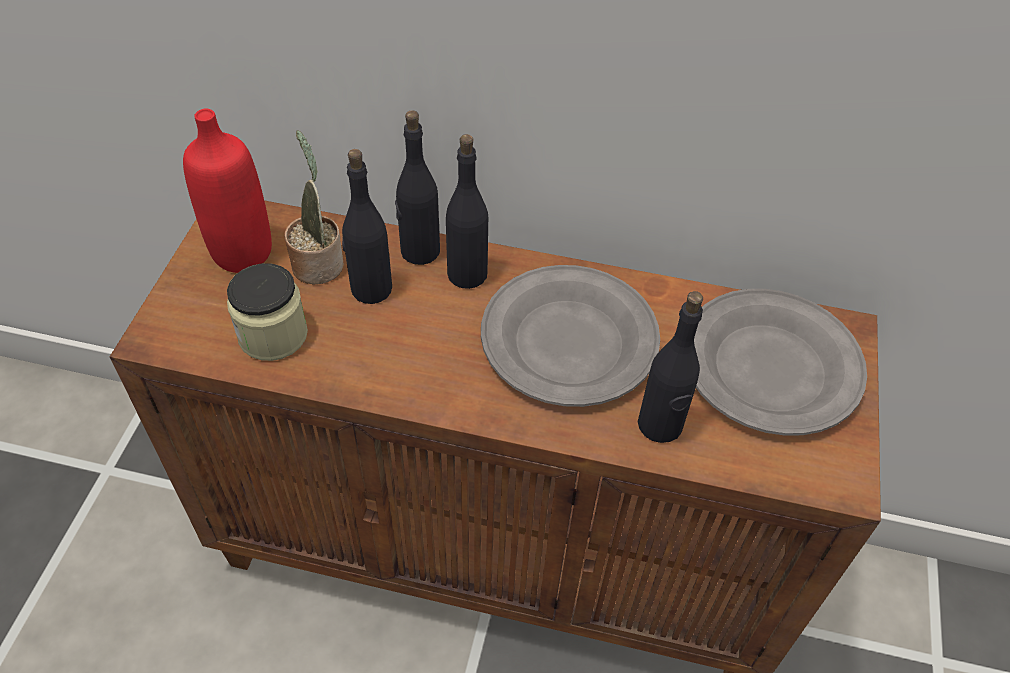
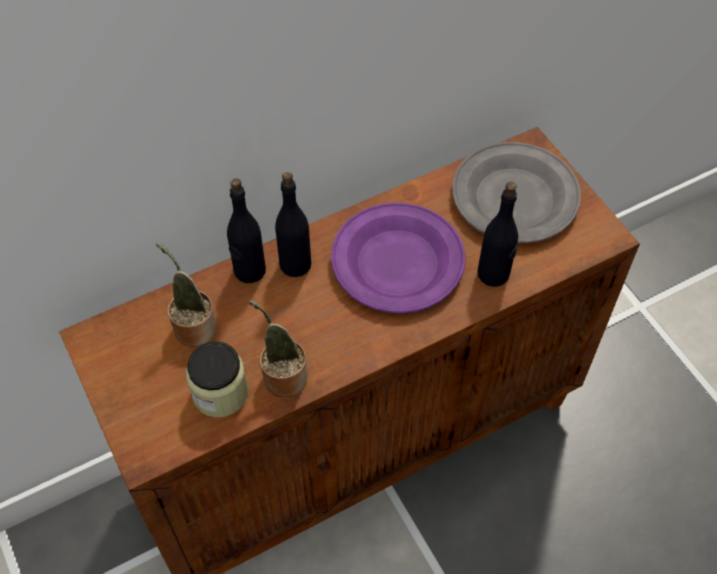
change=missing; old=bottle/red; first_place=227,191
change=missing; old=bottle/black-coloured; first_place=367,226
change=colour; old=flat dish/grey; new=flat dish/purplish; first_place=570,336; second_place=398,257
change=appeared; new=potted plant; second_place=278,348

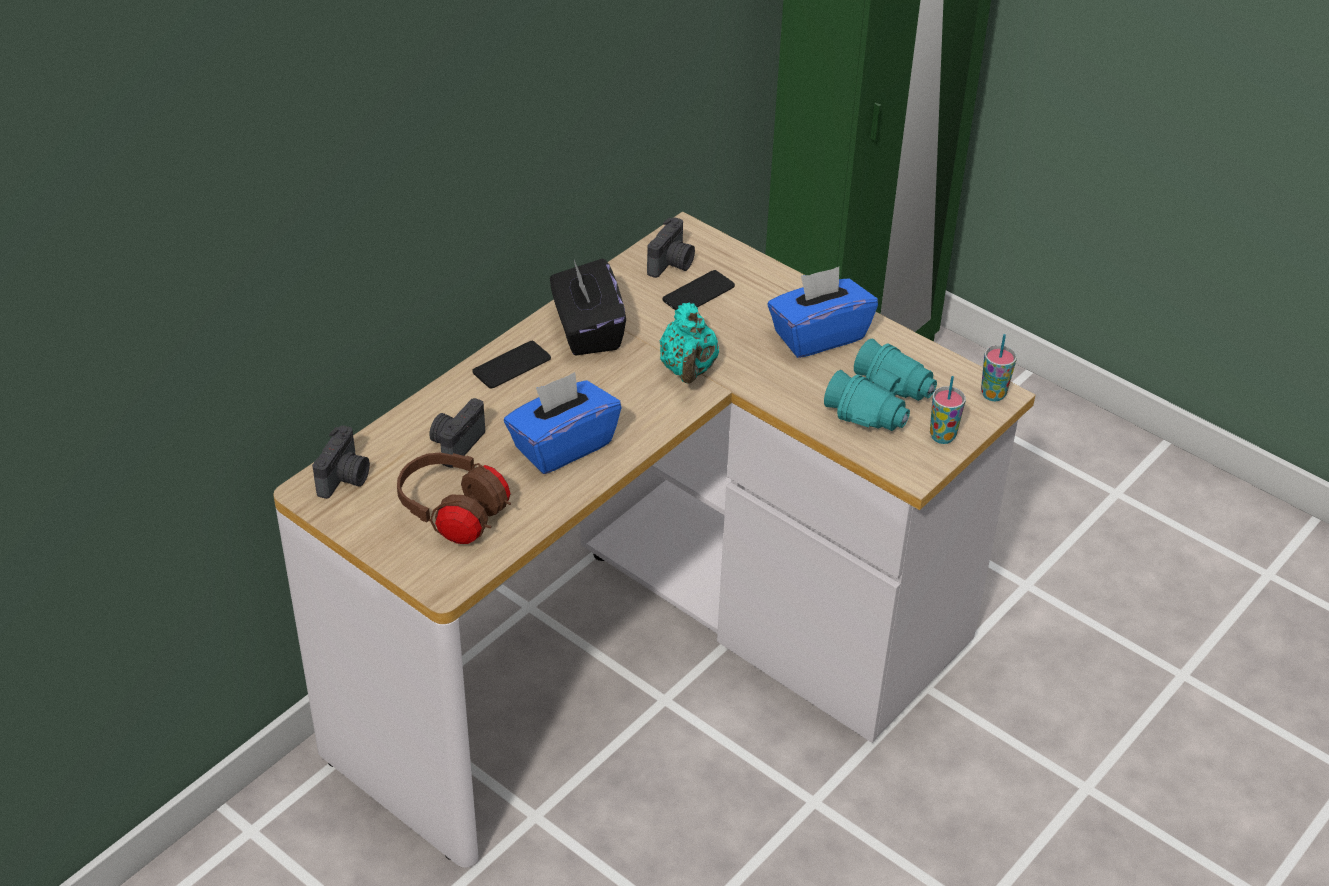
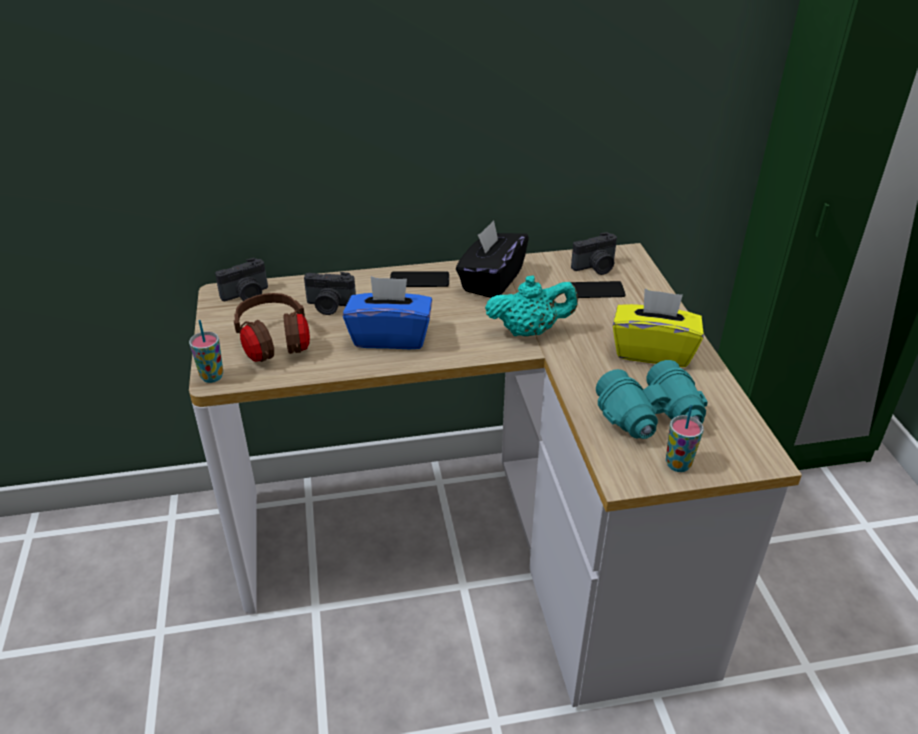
change=spun; old=still camera; first_place=457,433; second_place=330,293; degrees=-150
change=spun; old=tea pot/turquoise; first_place=689,343; second_place=531,306; degrees=-135
change=colour; old=tissue holder/blue-coloured; new=tissue holder/yellowish; first_place=823,312; second_place=658,328
change=relocated; old=drinking cup; first_place=999,367; second_place=206,351

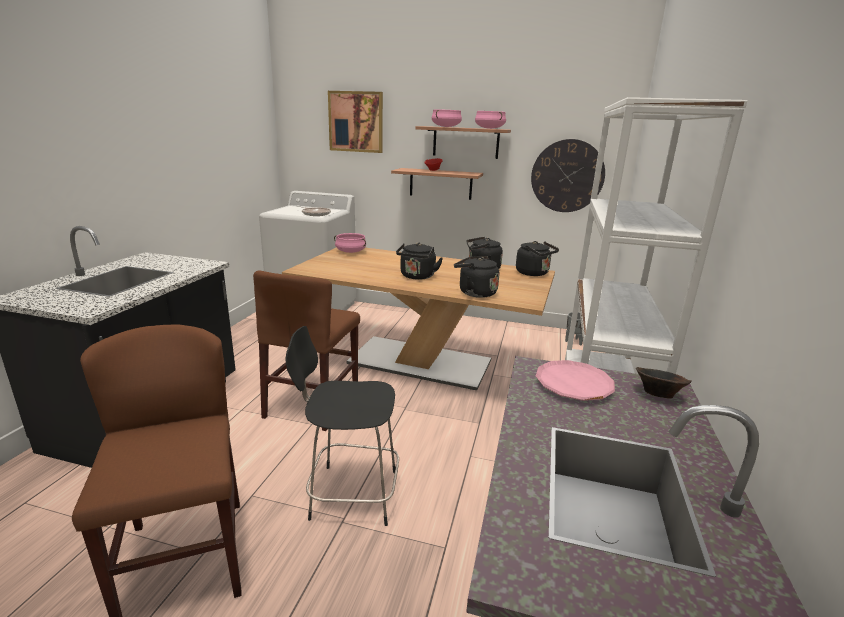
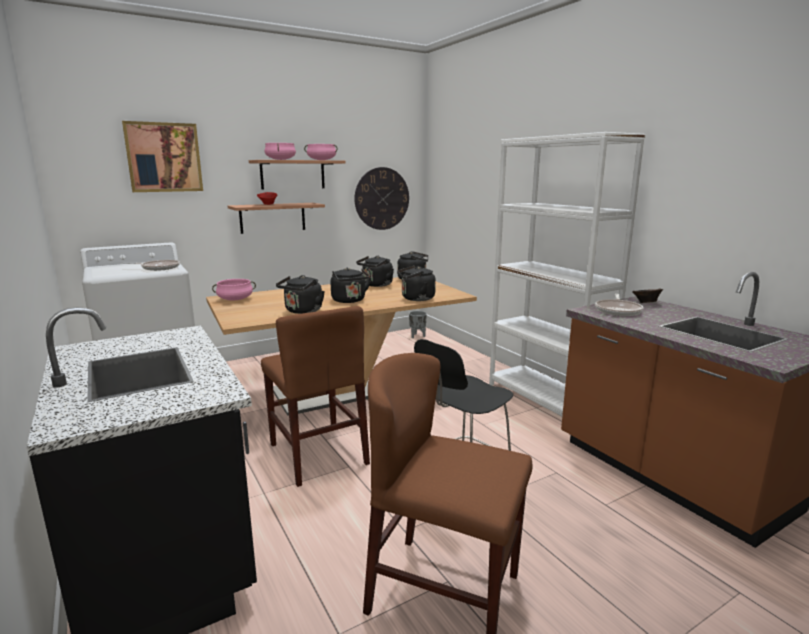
change=exchanged; old=flat dish/pinkish; new=pan; first_place=575,380; second_place=619,305
change=appeared; new=kettle/black-coloured; second_place=300,294

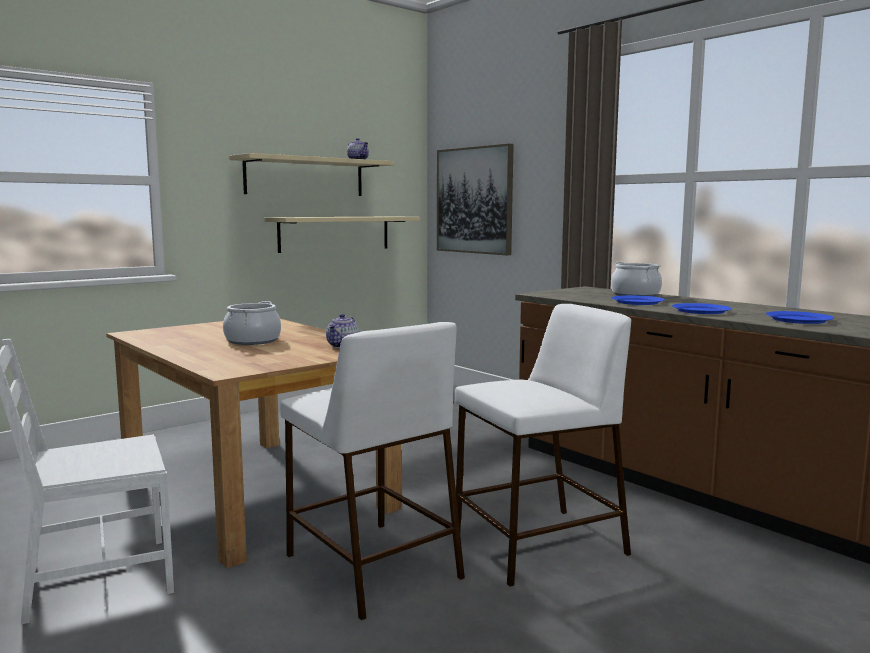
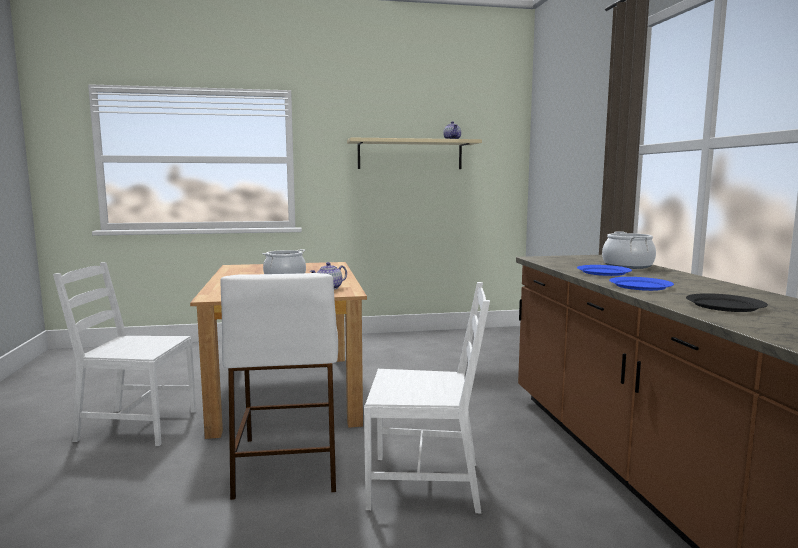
change=missing; old=wall shelf/sand-coloured; first_place=342,234
change=missing; old=wall art; first_place=475,199
change=exchanged; old=stool seat/white-coloured; new=upright chair/white-coloured; first_place=543,445; second_place=427,397
change=colour; old=flat dish/blue-coloured; new=flat dish/black-coloured; first_place=800,317; second_place=727,302

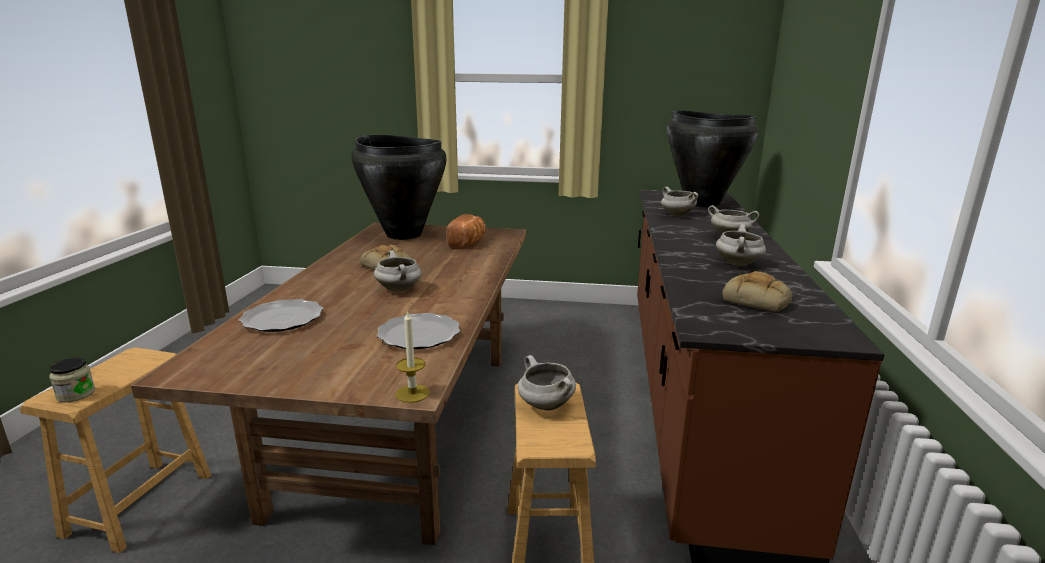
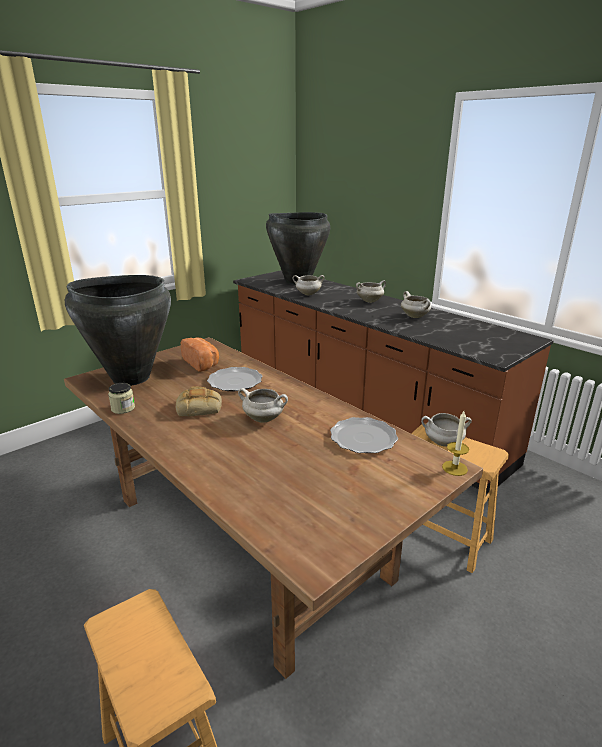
change=relocated; old=storage jar; first_place=72,380; second_place=121,398
change=relocated; old=flat dish; first_place=281,315; second_place=234,379
change=missing; old=baked bread; first_place=757,291

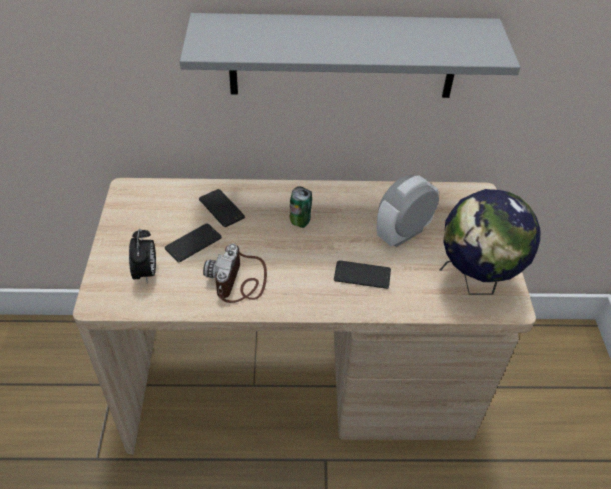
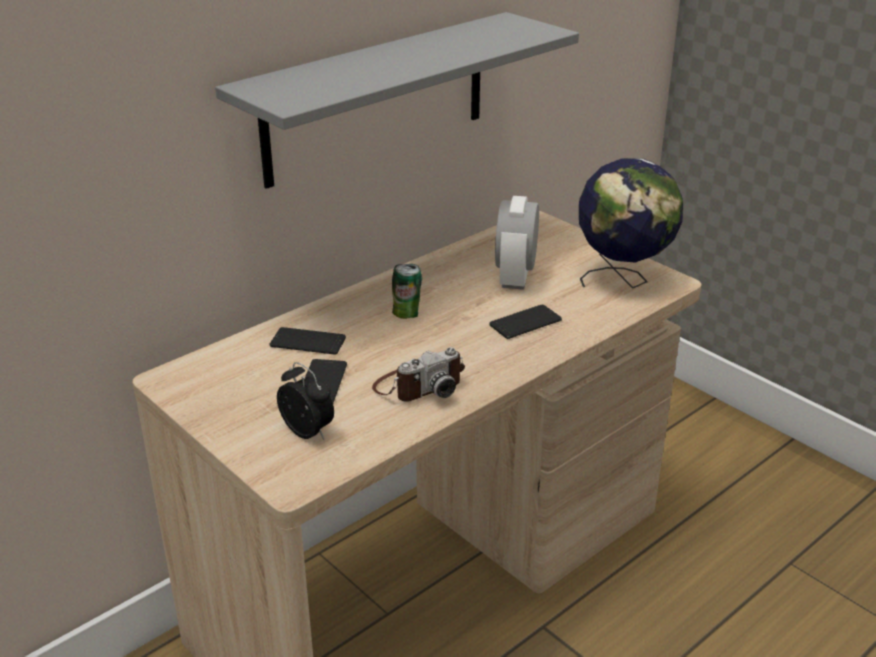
change=spun; old=still camera; first_place=235,273; second_place=418,374; degrees=-90

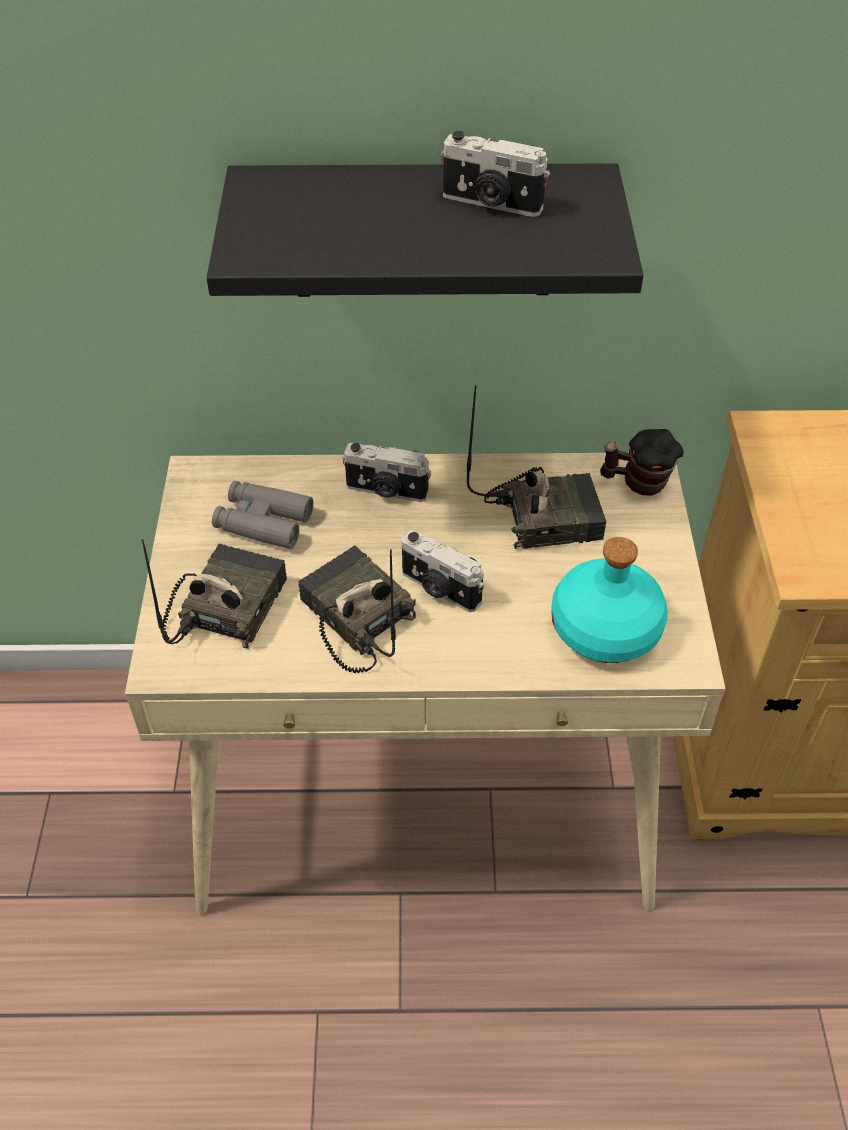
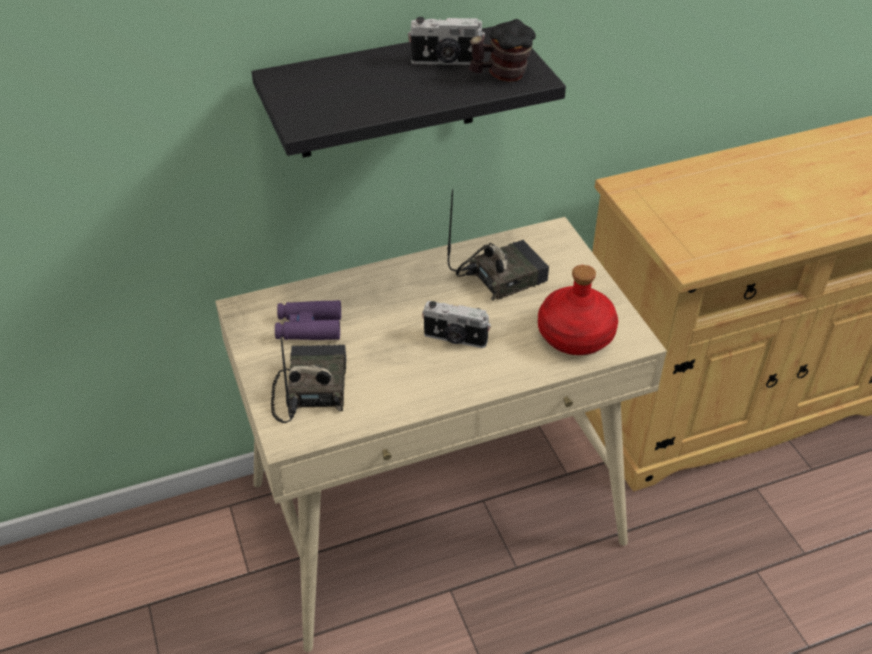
change=colour; old=pair of binoculars/grey; new=pair of binoculars/purplish; first_place=263,515; second_place=308,320
change=missing; old=radio set; first_place=357,609
change=missing; old=still camera; first_place=386,472
change=colour; old=bottle/turquoise; new=bottle/red; first_place=609,600; second_place=578,310
change=relocated; old=coffee mug; first_place=642,462; second_place=502,50

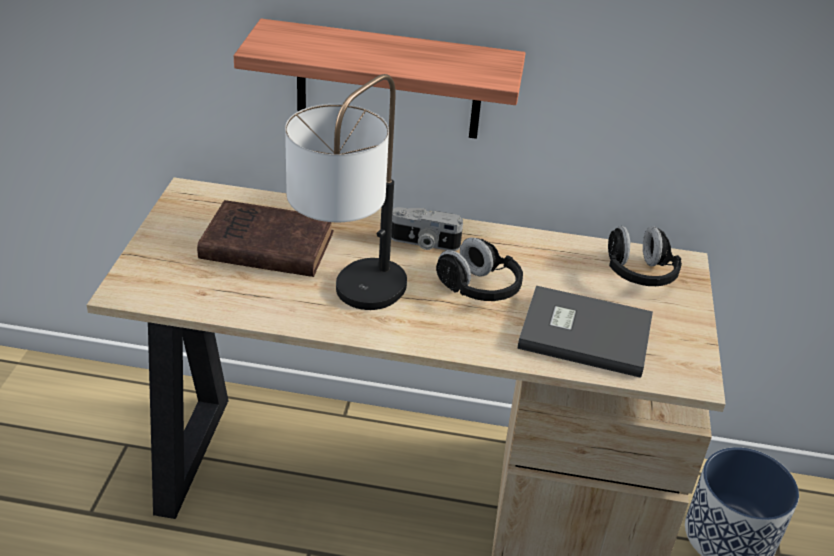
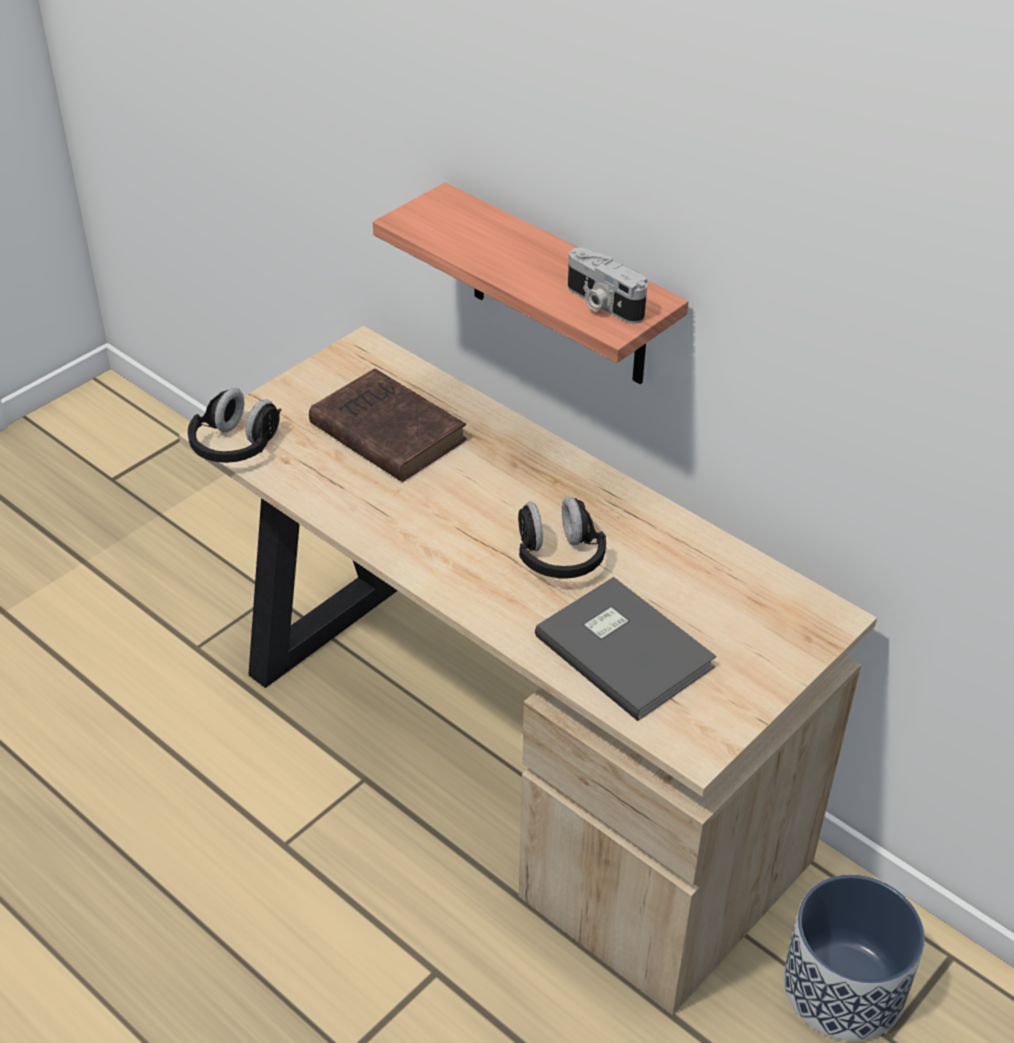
change=missing; old=table lamp; first_place=346,192
change=relocated; old=still camera; first_place=427,229; second_place=607,285
change=relocated; old=headset/black-coloured; first_place=645,256; second_place=234,425

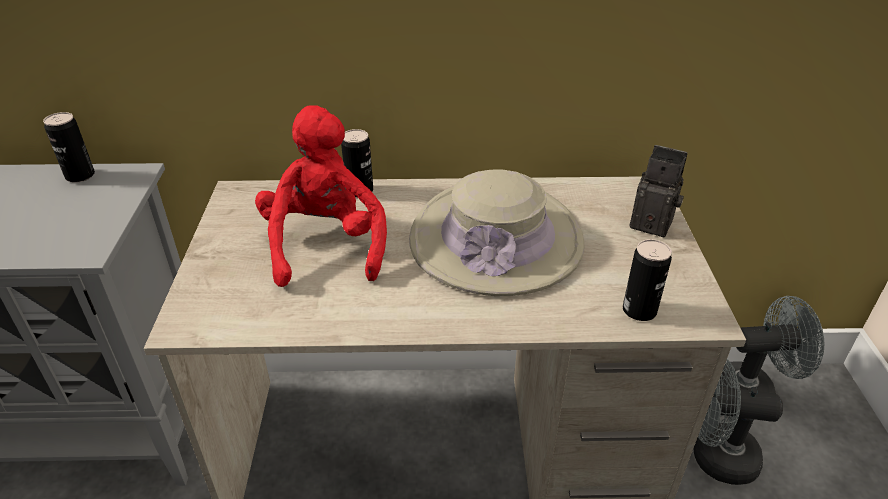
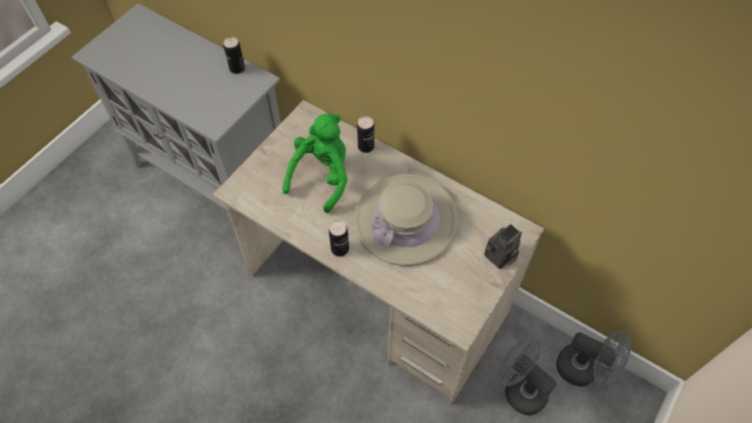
change=colour; old=cuddly toy/red; new=cuddly toy/greenish; first_place=321,196; second_place=315,163
change=relocated; old=can; first_place=647,280; second_place=339,238
change=spun; old=still camera; first_place=659,191; second_place=503,246; degrees=75

